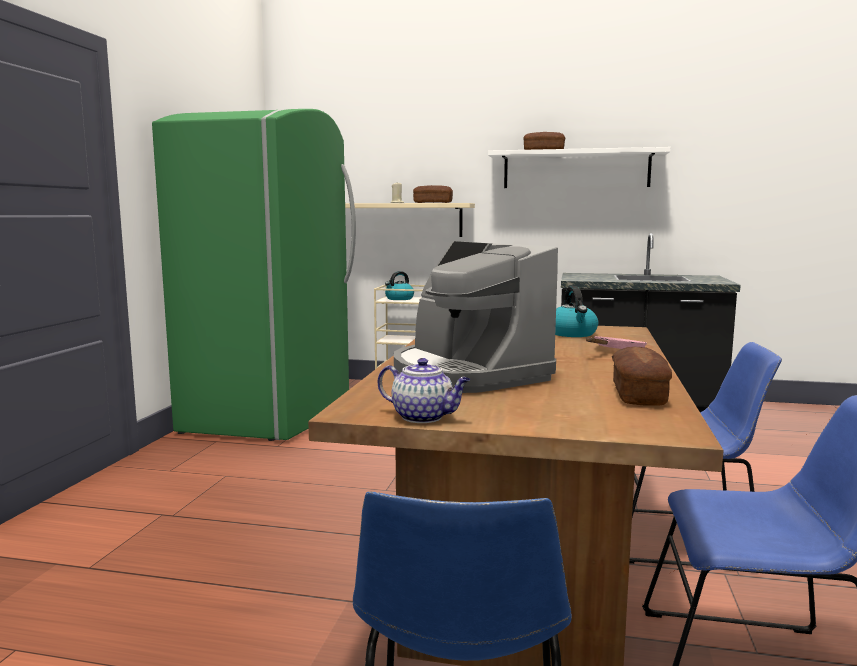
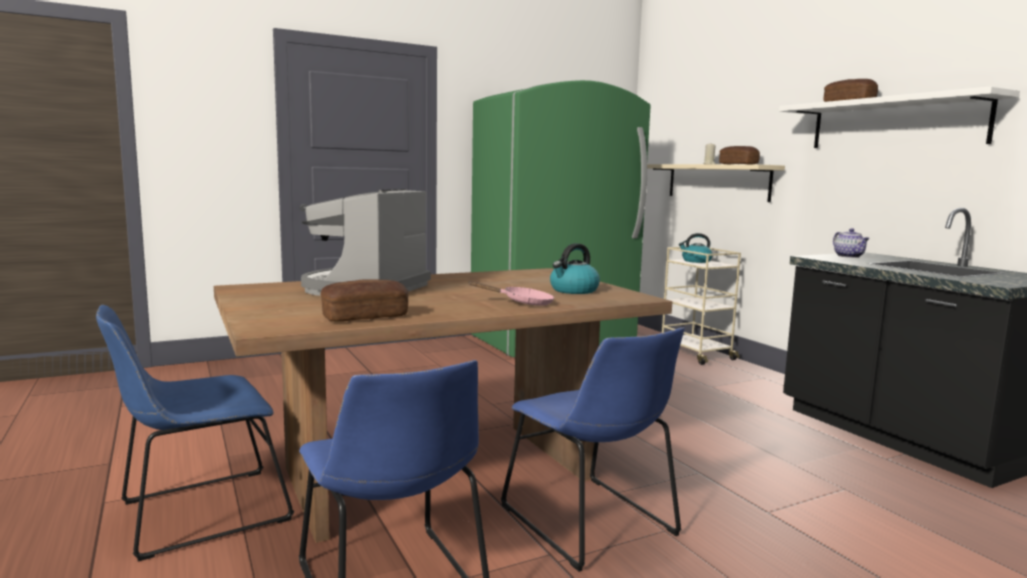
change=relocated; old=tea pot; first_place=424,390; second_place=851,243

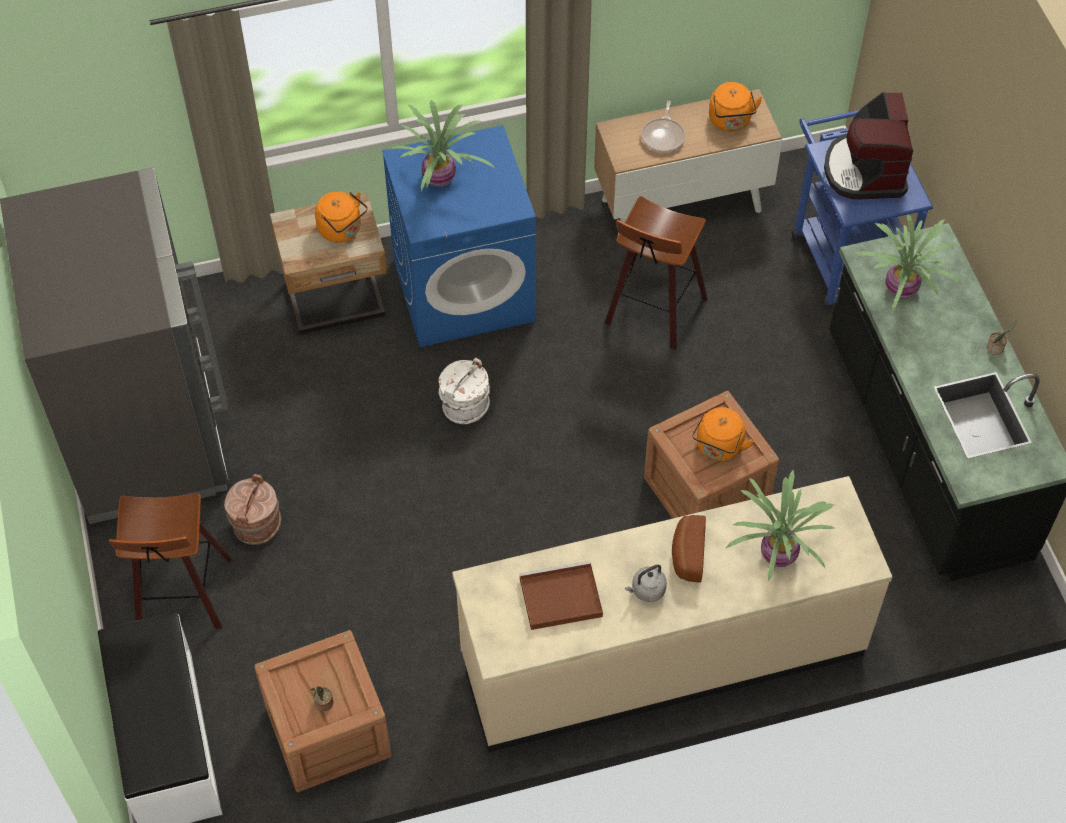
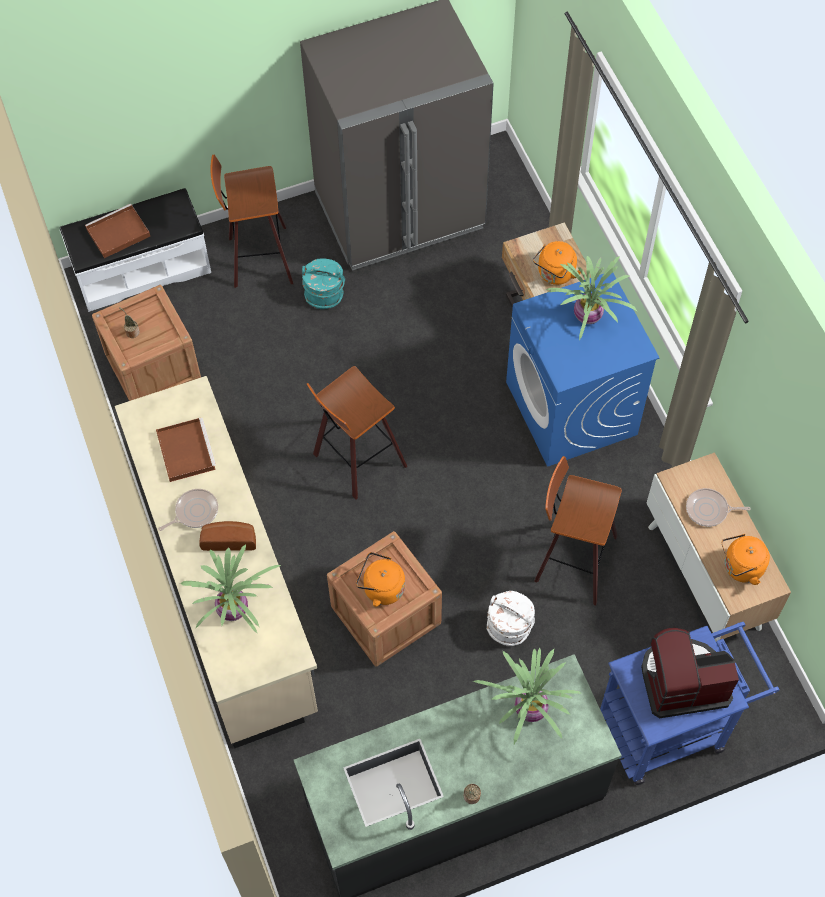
change=colour; old=bucket/brown-coloured; new=bucket/turquoise; first_place=252,509; second_place=323,283
change=relocated; old=bucket/white-coloured; first_place=464,391; second_place=511,618
change=exchanged; old=kettle/grey; new=pan; first_place=646,583; second_place=188,510
change=appeared; new=serving tray/brown-coloured; second_place=117,231
change=appeared; new=stool seat; second_place=357,433

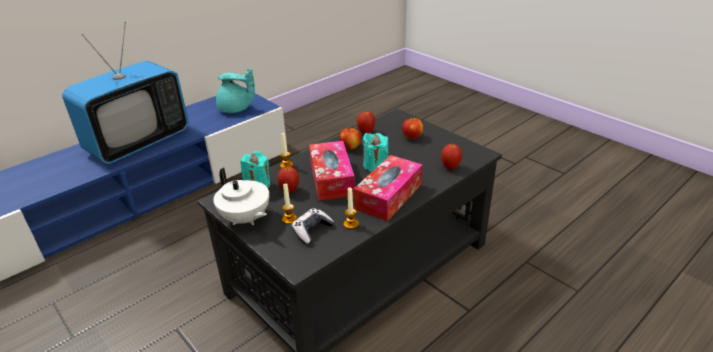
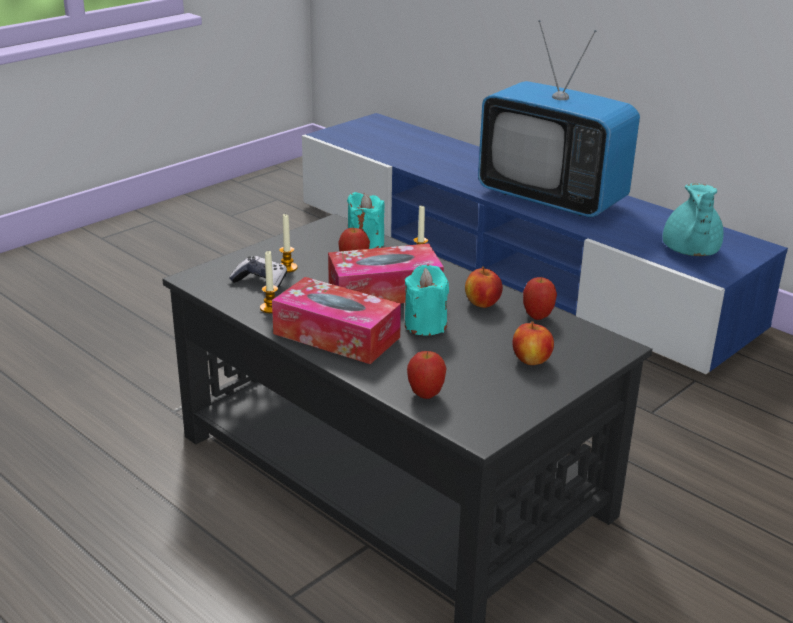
change=missing; old=tea pot/white-coloured; first_place=241,196

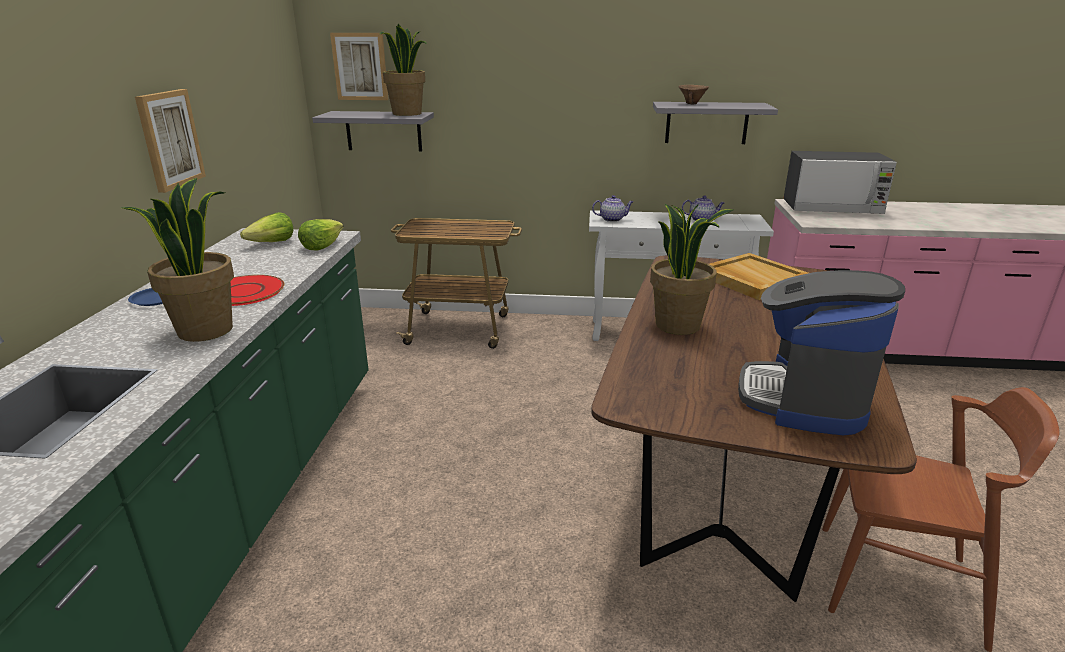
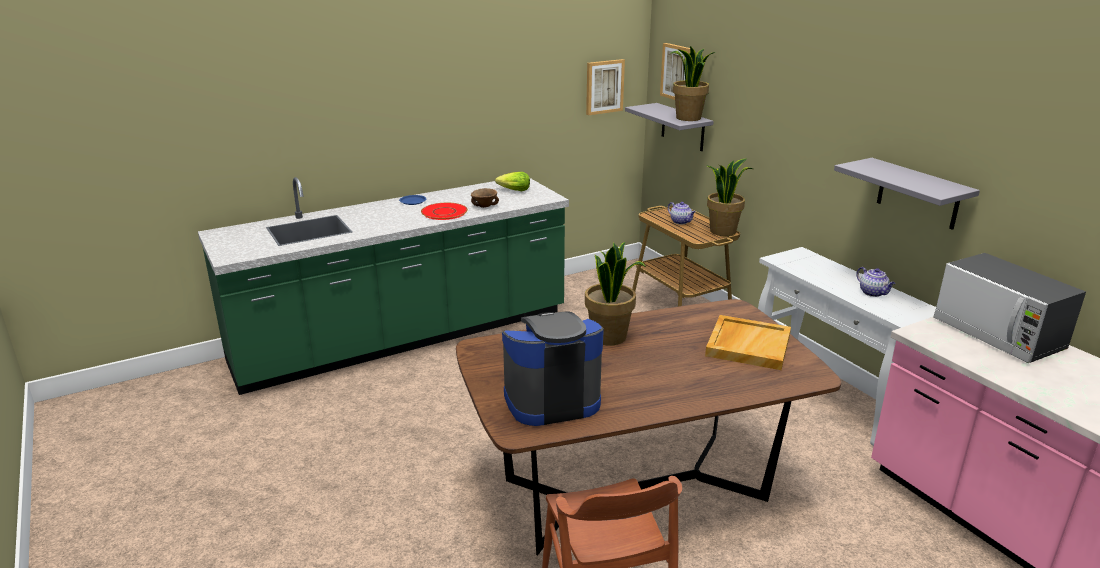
change=relocated; old=potted plant; first_place=177,260; second_place=730,197
change=relocated; old=wall art; first_place=170,141; second_place=605,87
change=missing; old=lettuce; first_place=320,234
change=relocated; old=tea pot; first_place=612,208; second_place=682,213
change=relocated; old=bowl/brown-coloured; first_place=694,94; second_place=485,198

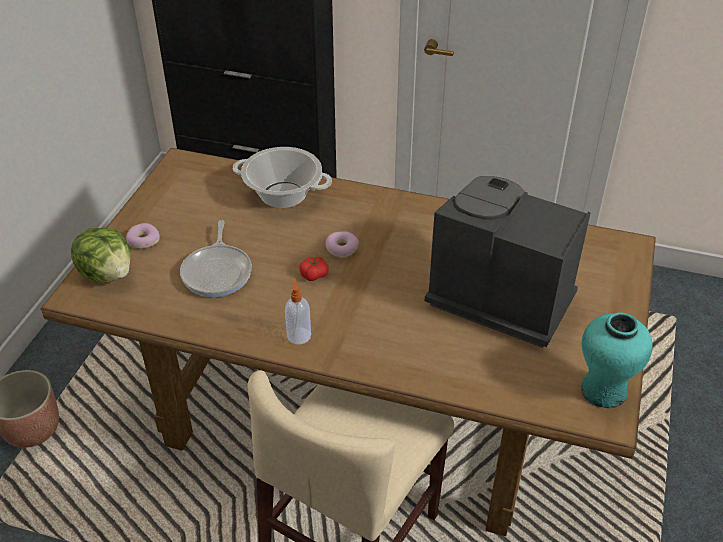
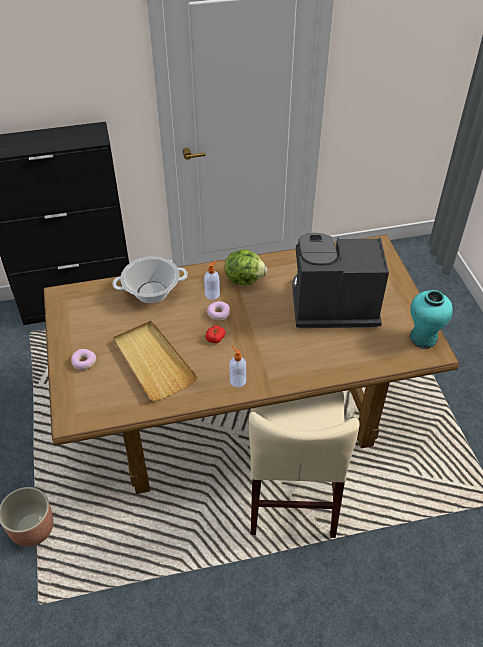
change=relocated; old=lettuce; first_place=100,255; second_place=246,267
change=exchanged; old=pan; new=serving tray/sand-coloured; first_place=216,258; second_place=155,360
change=appeared; new=soap bottle; second_place=212,280

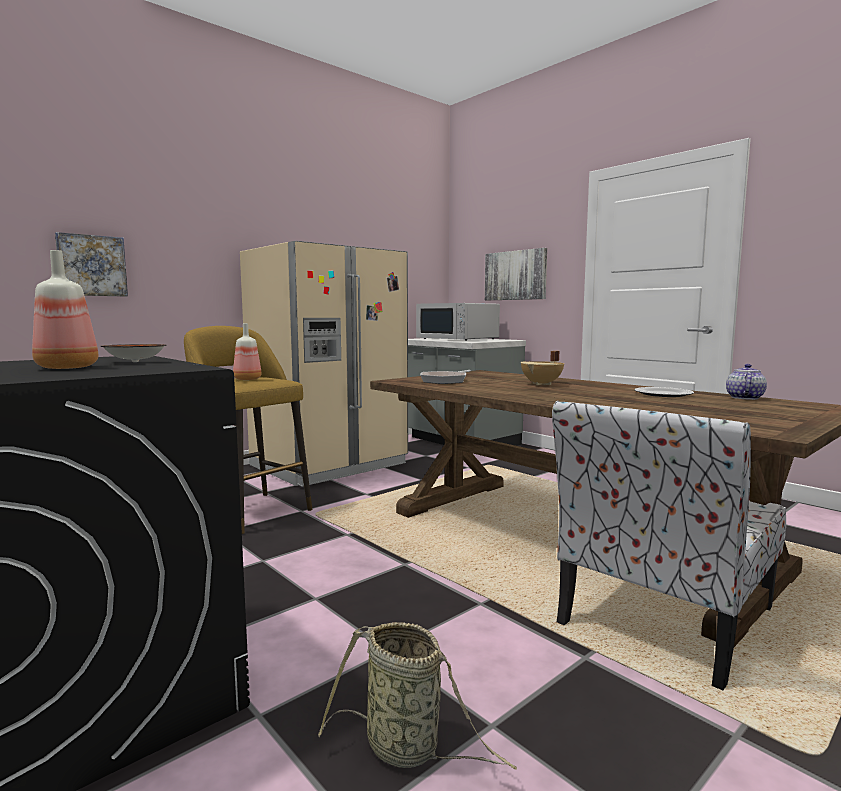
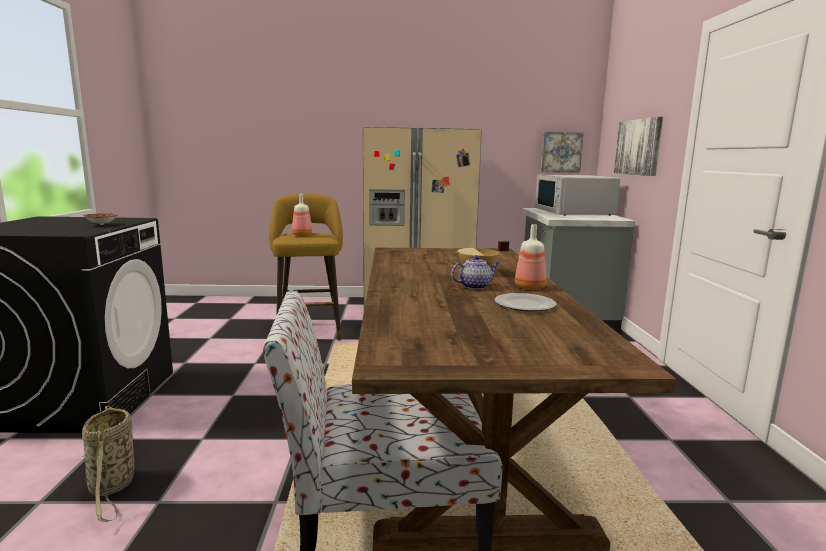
change=relocated; old=bottle; first_place=65,309; second_place=530,257
change=relocated; old=wall art; first_place=91,264; second_place=562,152
change=missing; old=pan; first_place=445,377
change=relocated; old=tea pot; first_place=746,382; second_place=475,272

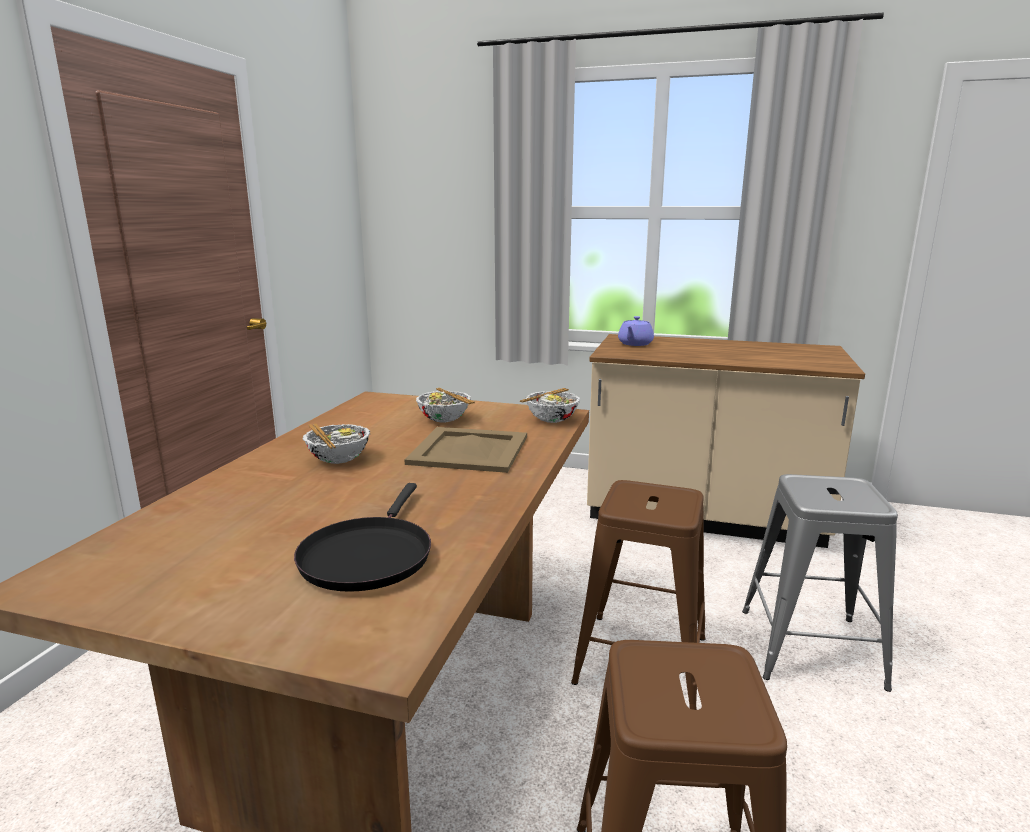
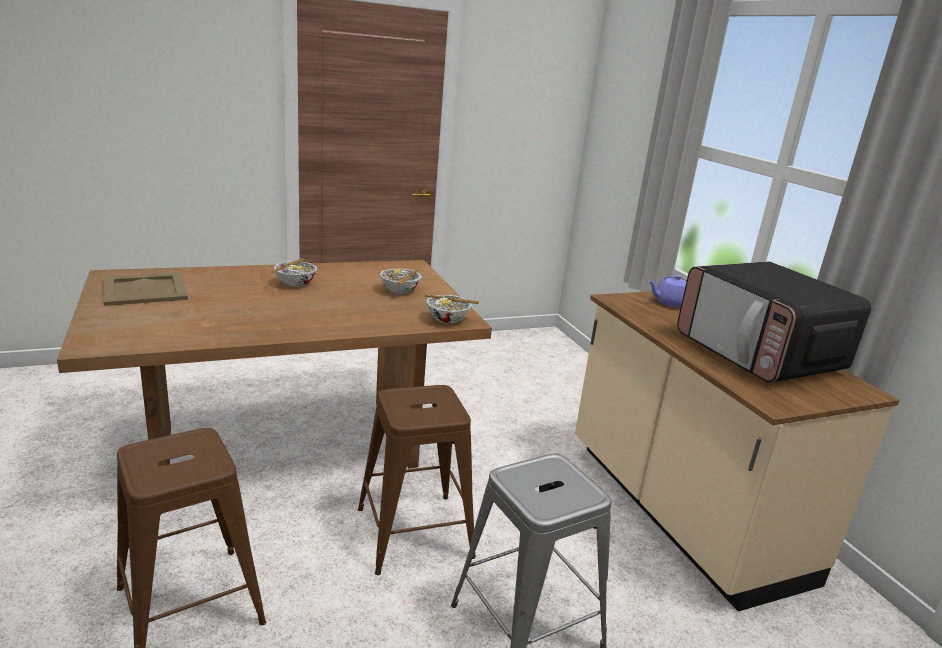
change=missing; old=pan/black-coloured; first_place=362,537
change=relocated; old=serving tray/sand-coloured; first_place=466,450; second_place=146,289
change=appeared; new=microwave; second_place=774,322

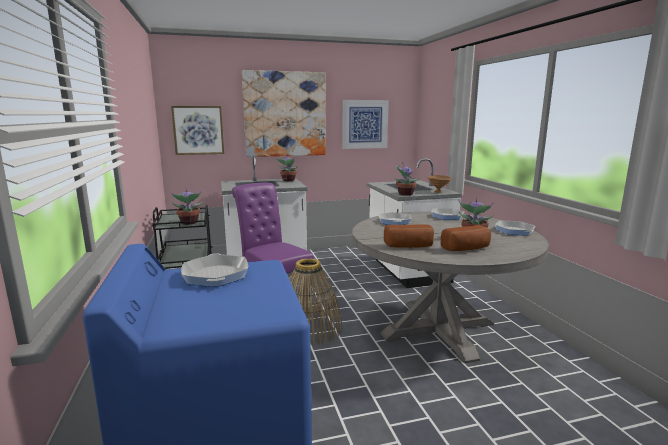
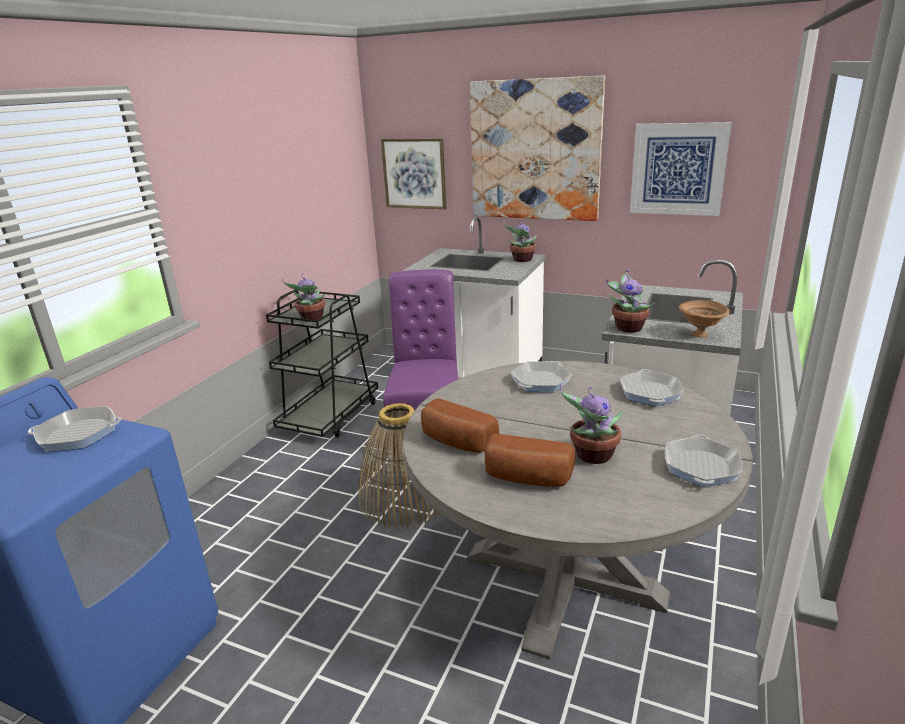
change=spun; old=pan; first_place=214,270; second_place=75,429; degrees=60

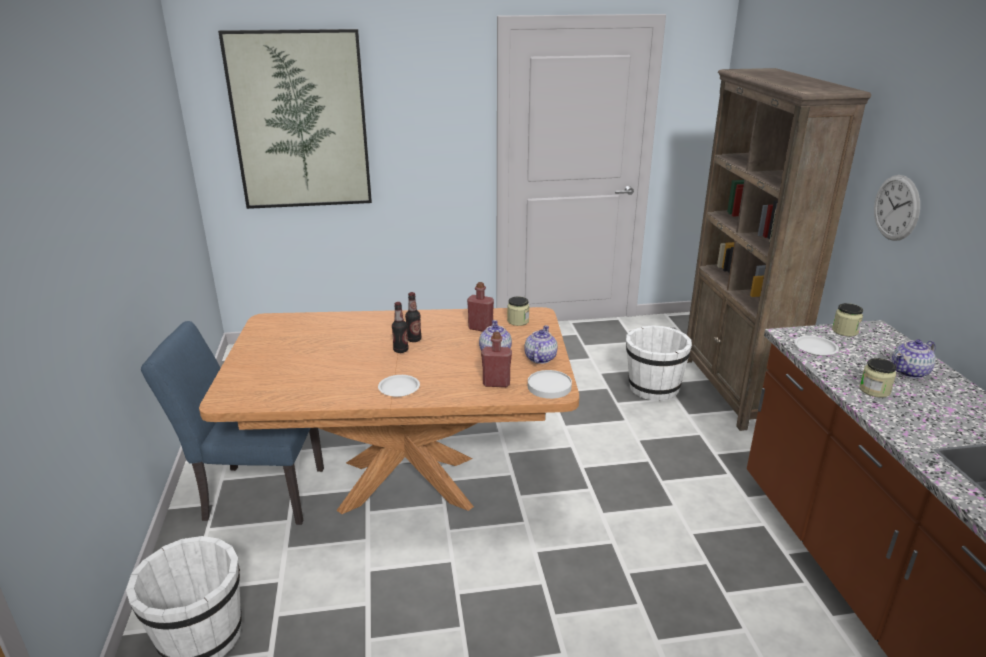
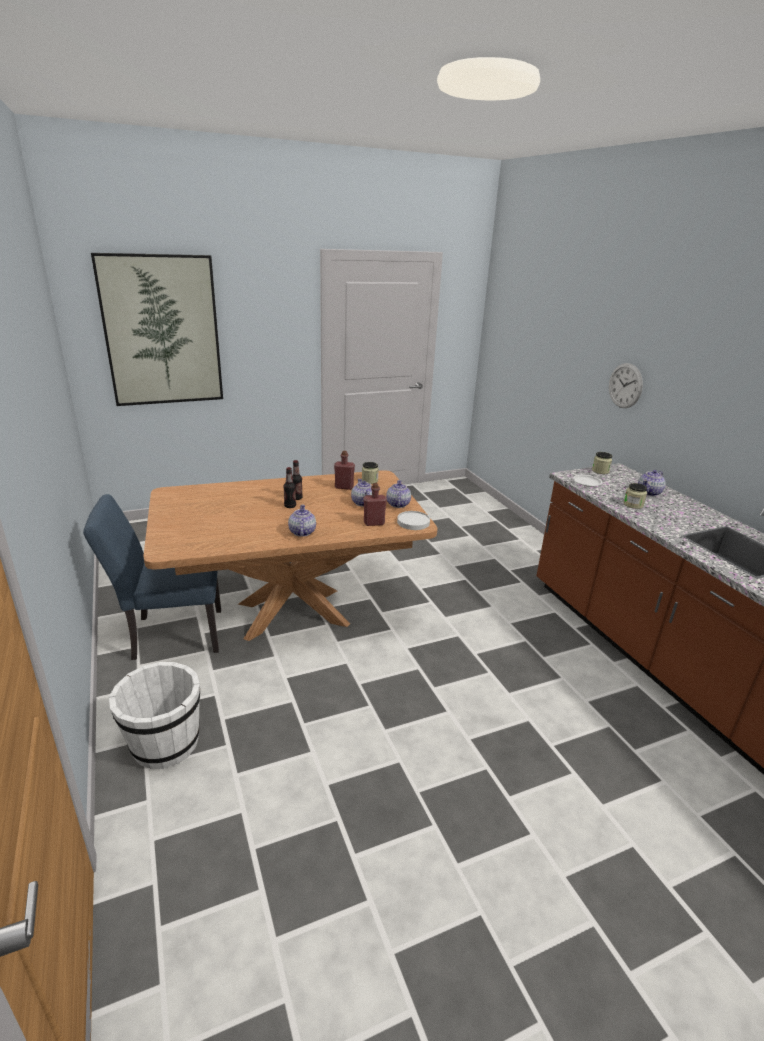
change=exchanged; old=flat dish/white-coloured; new=tea pot; first_place=399,386; second_place=302,521
change=missing; old=bucket/white-coloured; first_place=659,363
change=missing; old=bookcase/brown-coloured; first_place=779,249

